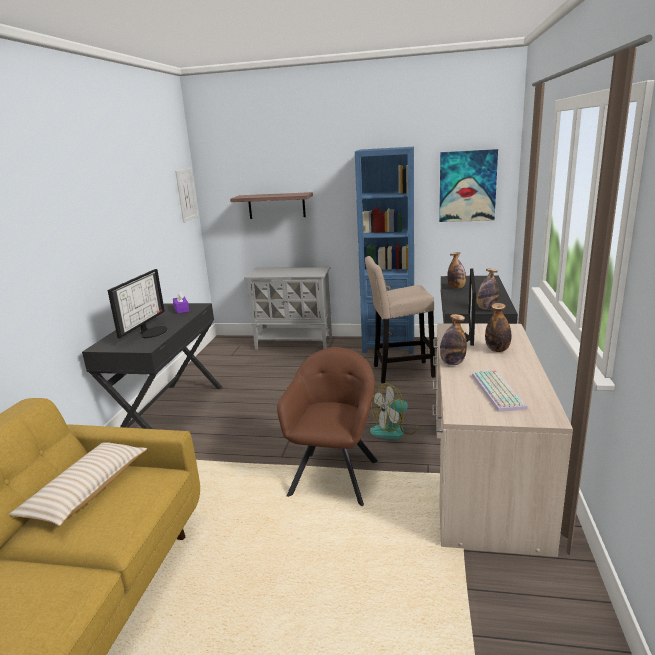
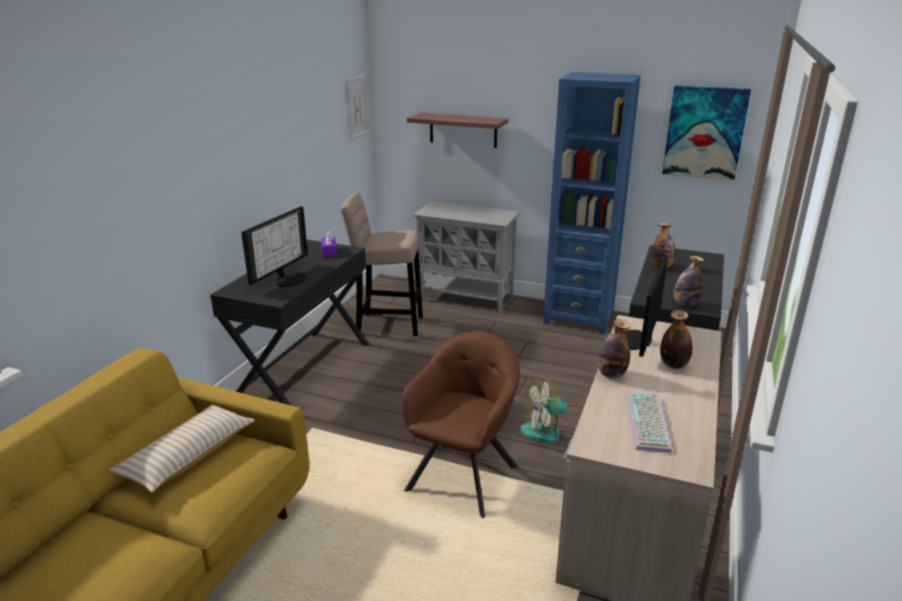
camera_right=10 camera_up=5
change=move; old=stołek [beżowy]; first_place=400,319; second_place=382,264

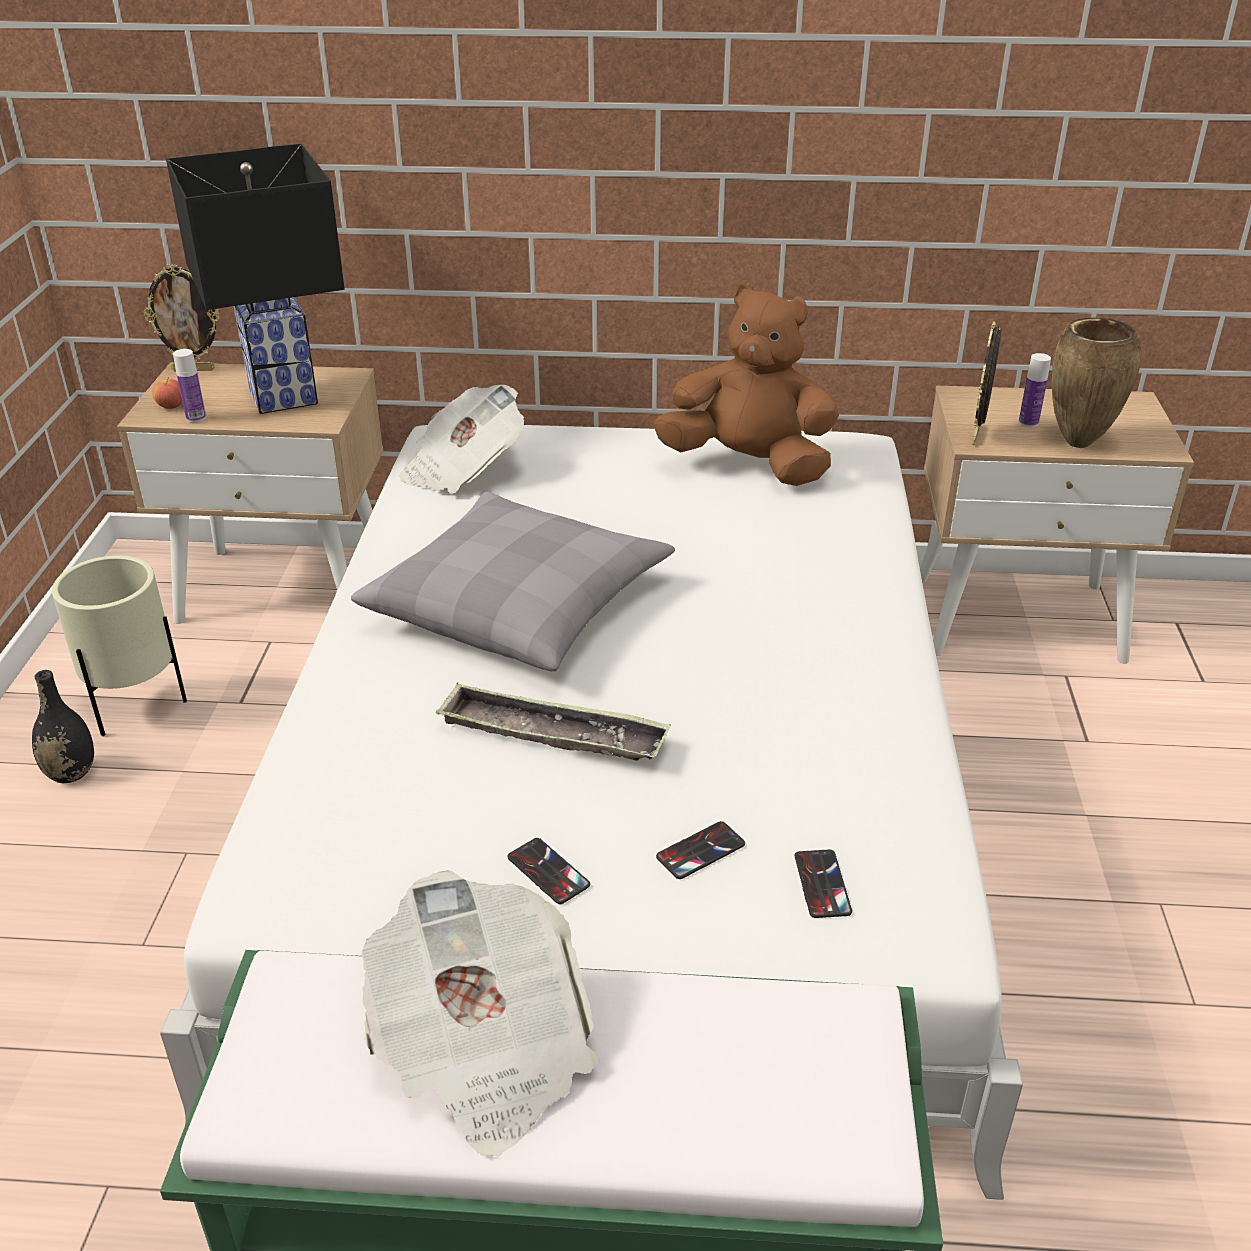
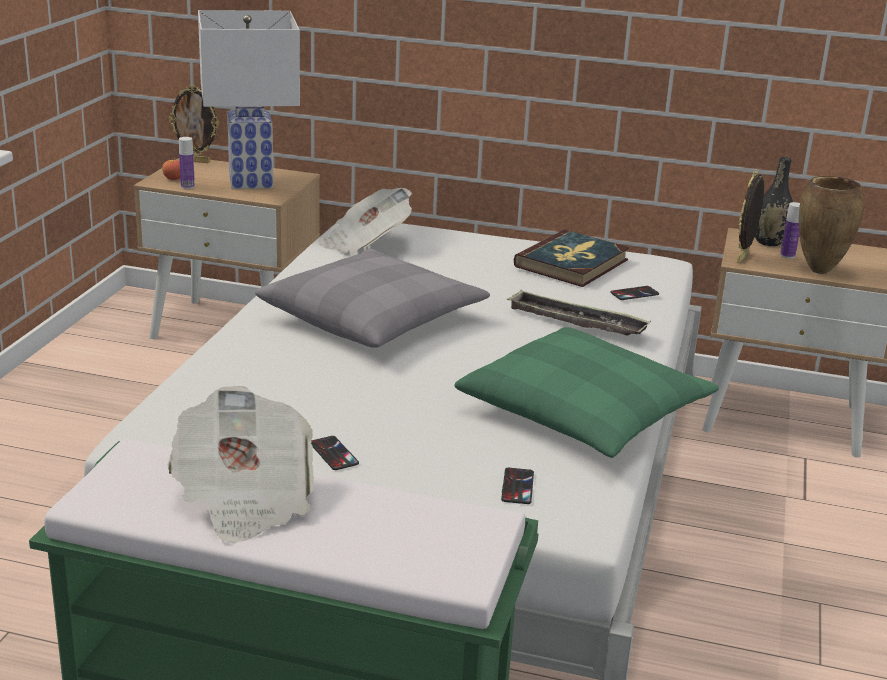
camera_right=10 camera_up=-10
change=move; old=wazon [czarny]; first_place=63,726; second_place=774,201
change=delete; old=donica [beżowy]; first_place=119,645
change=recolor; old=lampa stołowa [czarny]; new=lampa stołowa [biały]; first_place=255,279; second_place=249,99
change=move; old=taca; first_place=553,722; second_place=579,312
change=replace; old=pluszak [brązowy]; new=książka; first_place=746,384; second_place=571,258
change=move; old=telefon; first_place=700,850; second_place=634,293
change=insert; new=poduszka [zielony]; second_place=586,392

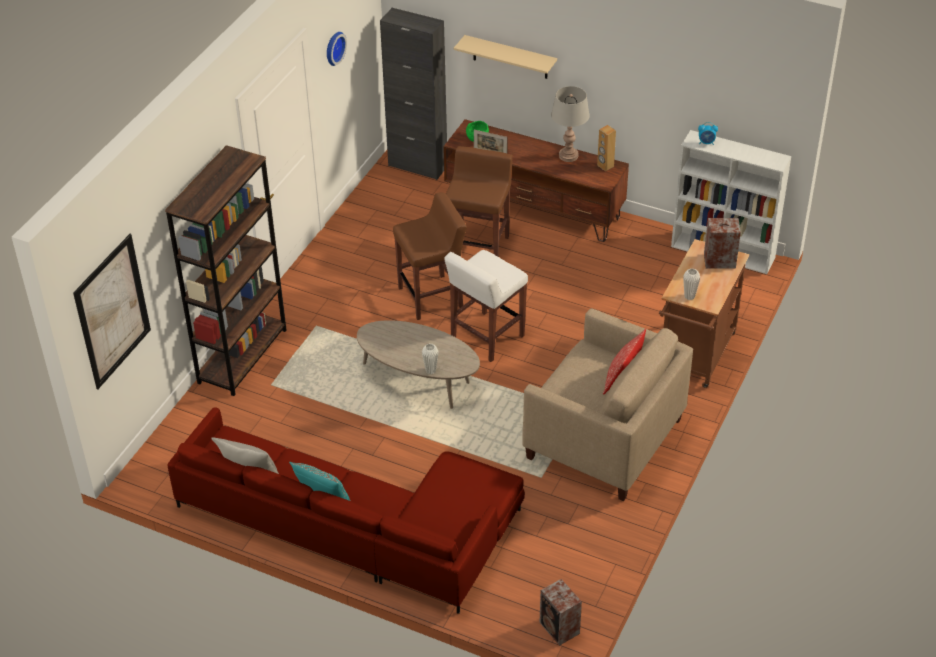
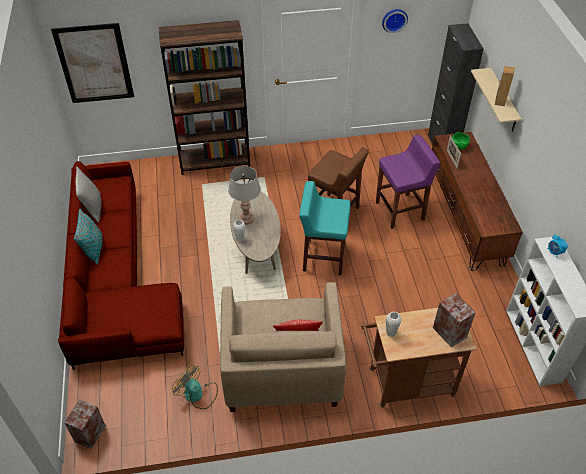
camera_right=55 camera_up=5
change=recolor; old=stołek [biały]; new=stołek [turkusowy]; first_place=486,306; second_place=325,228
change=recolor; old=stołek [brązowy]; new=stołek [fioletowy]; first_place=479,201; second_place=408,182
change=move; old=lampa stołowa [szary]; first_place=570,124; second_place=244,195
change=move; old=głośnik [brązowy]; first_place=606,148; second_place=505,86
change=insert; new=wentylator; second_place=195,387

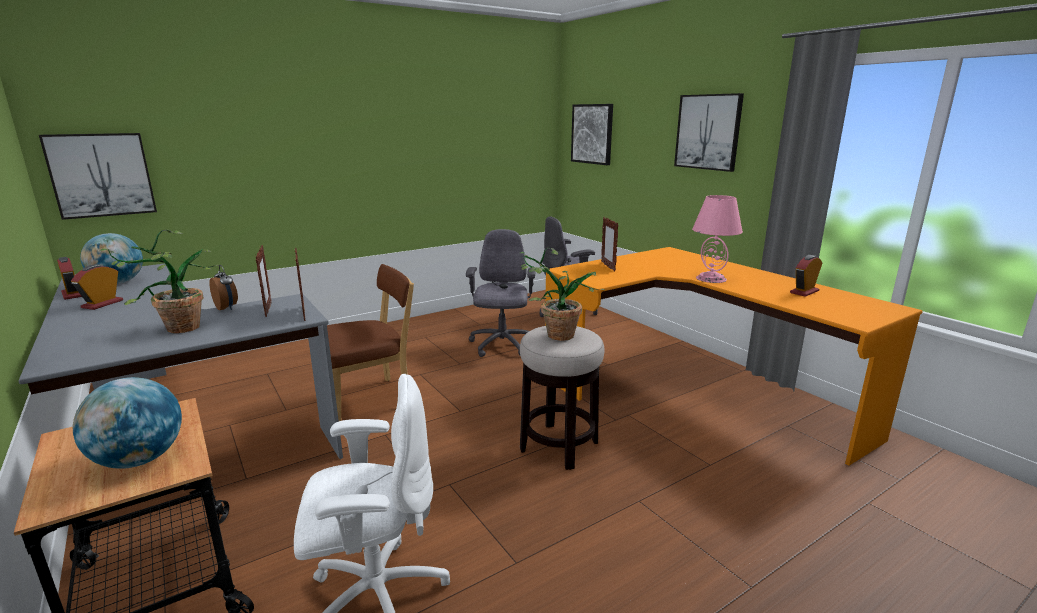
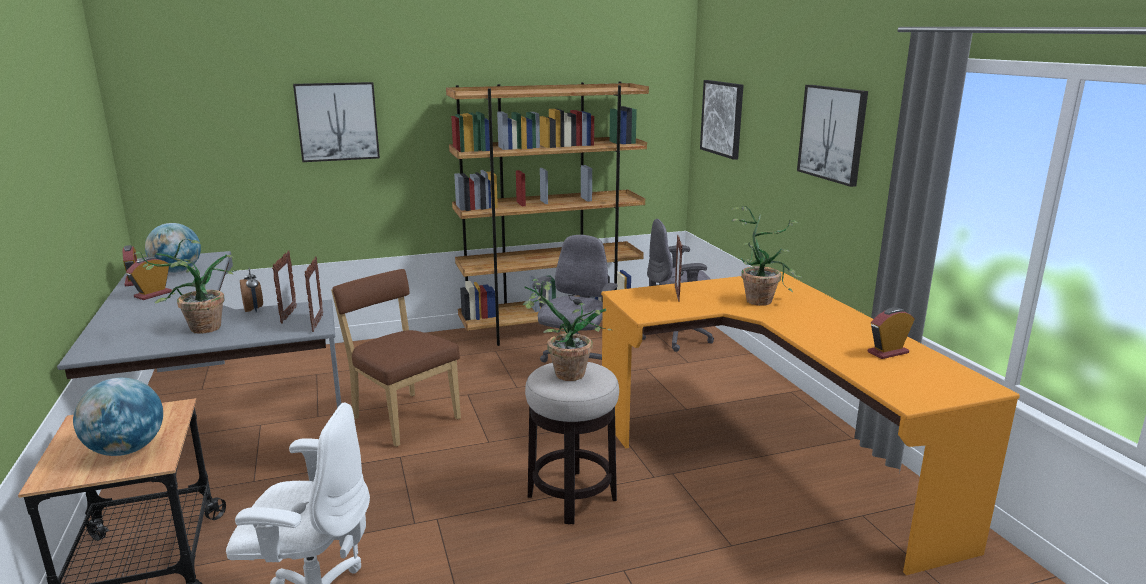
camera_right=15 camera_up=0
change=move; old=obraz; first_place=98,176; second_place=336,122
change=rotate; old=krzesło [brązowy]; first_place=370,342; second_place=396,358; degrees=-120
change=delete; old=lampa stołowa [różowy]; first_place=717,239
change=insert; new=regał [brązowy]; second_place=547,214
change=insert; new=roślina doniczkowa; second_place=766,256

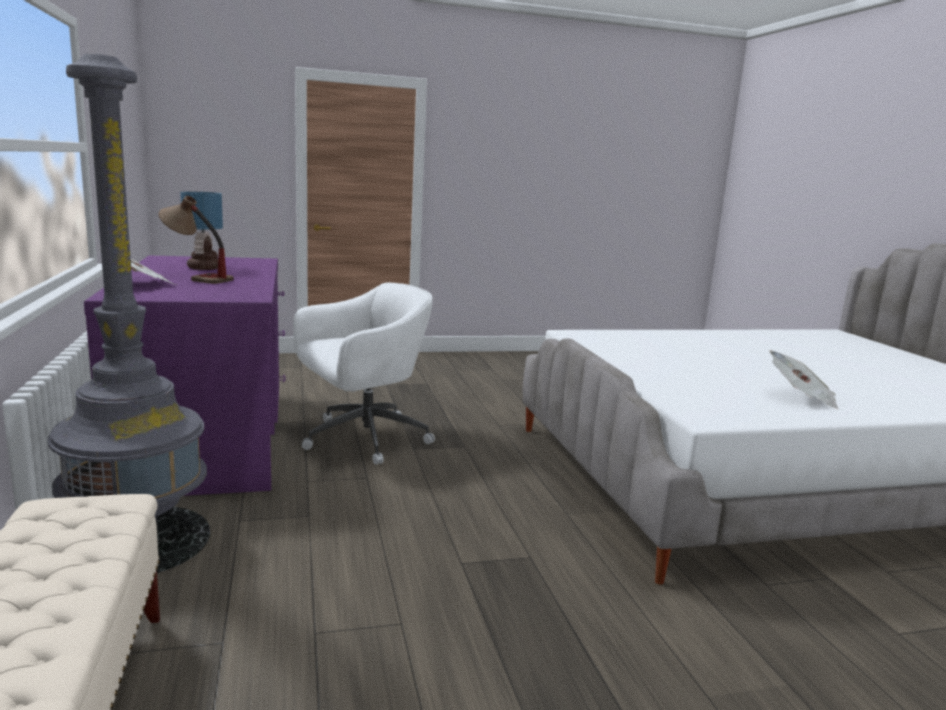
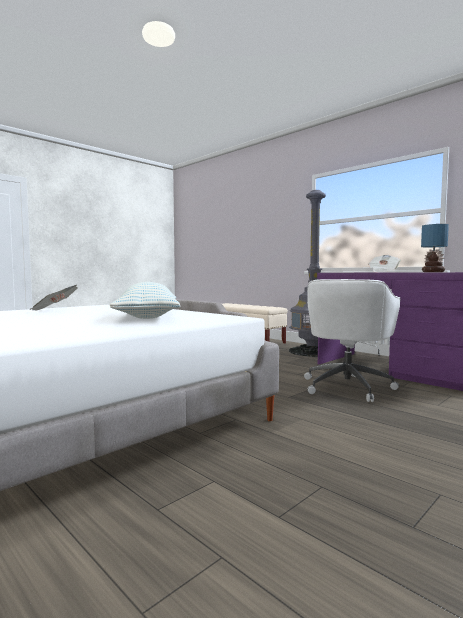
camera_right=150 camera_up=-10
change=delete; old=lampa stołowa; first_place=196,240
change=insert; new=poduszka; second_place=144,300

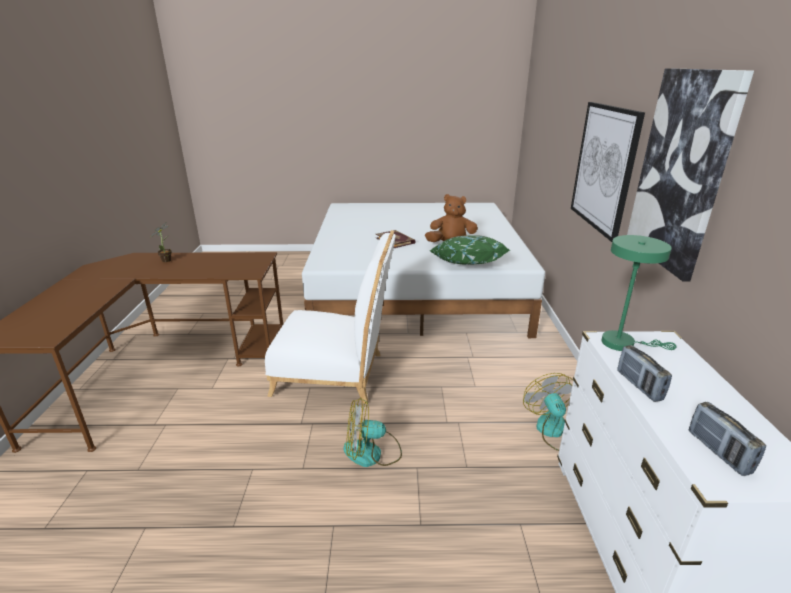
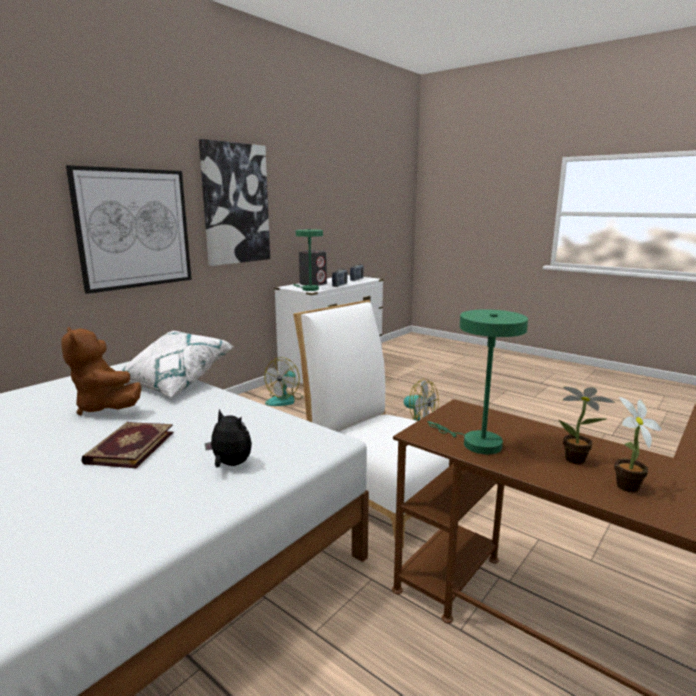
camera_right=-140 camera_up=-10
change=recolor; old=poduszka [zielony]; new=poduszka [biały]; first_place=470,250; second_place=177,364
change=insert; new=pluszak; second_place=228,438
change=insert; new=głośnik [szary]; second_place=313,268
change=insert; new=lampa stołowa [zielony]; second_place=478,381
change=insert; new=roślina doniczkowa; second_place=587,425

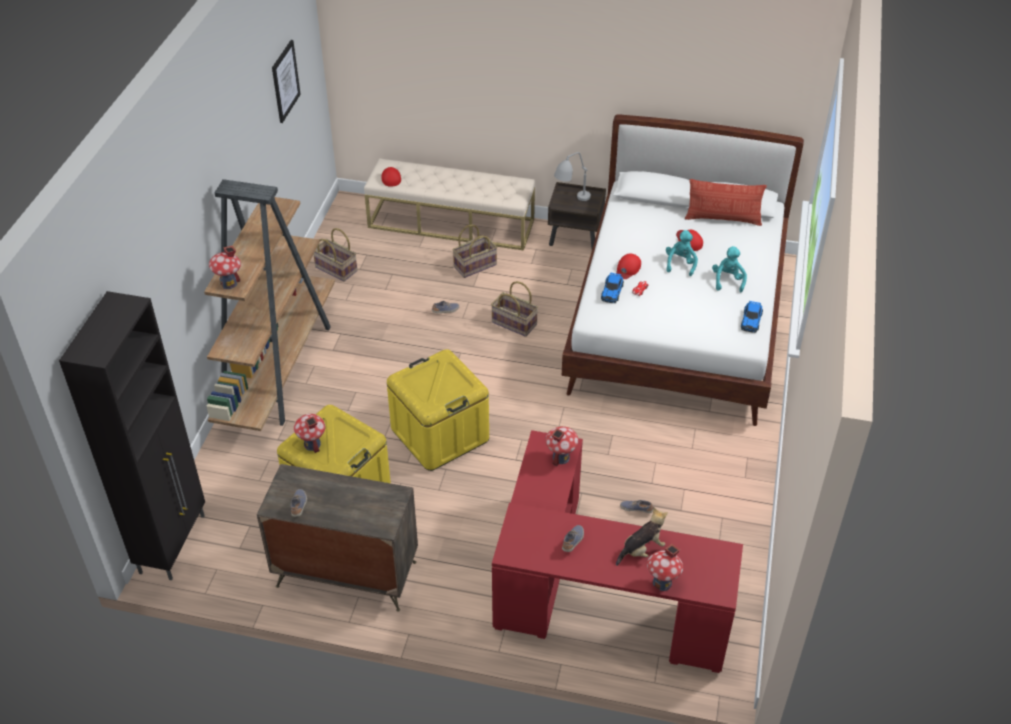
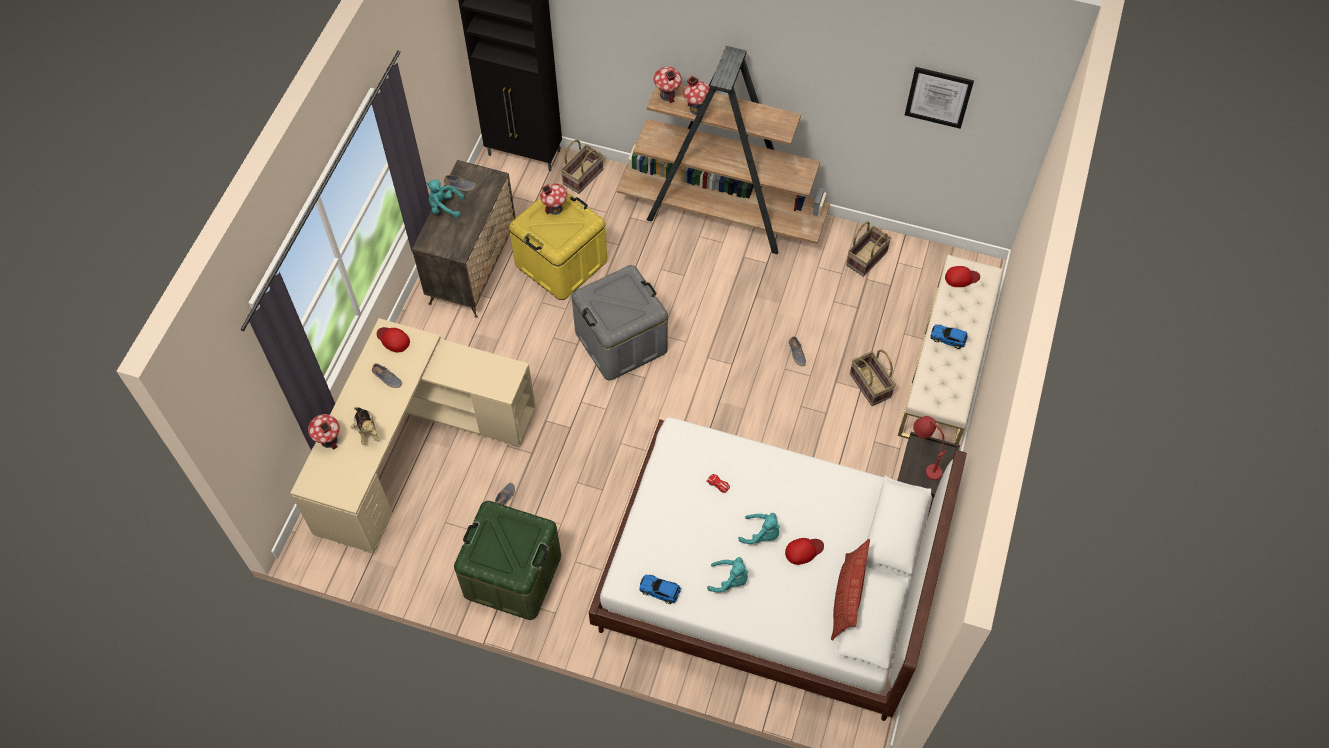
camera_right=95 camera_up=15
change=recolor; old=pojemnik do przechowywania [żółty]; new=pojemnik do przechowywania [szary]; first_place=438,410; second_place=620,322
change=move; old=koszyk; first_place=514,309; second_place=582,167
change=recolor; old=biurko [czerwony]; new=biurko [beżowy]; first_place=617,551; second_place=413,436
change=move; old=domek; first_place=562,446; second_place=697,95
change=recolor; old=lampa stołowa [szary]; new=lampa stołowa [czerwony]; first_place=572,176; second_place=929,448
change=move; old=samochodzik; first_place=612,287; second_place=949,336
change=move; old=czapka z daszkiem [czerwony]; first_place=628,266; second_place=393,340
change=insert; new=pluszak [turkusowy]; second_place=445,198
change=insert; new=pojemnik do przechowywania [zielony]; second_place=507,560

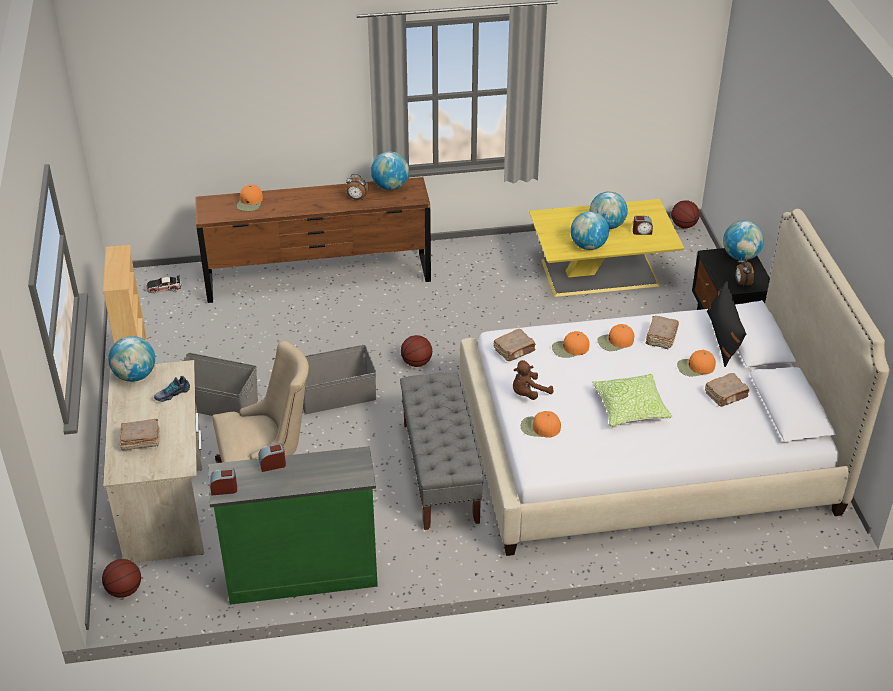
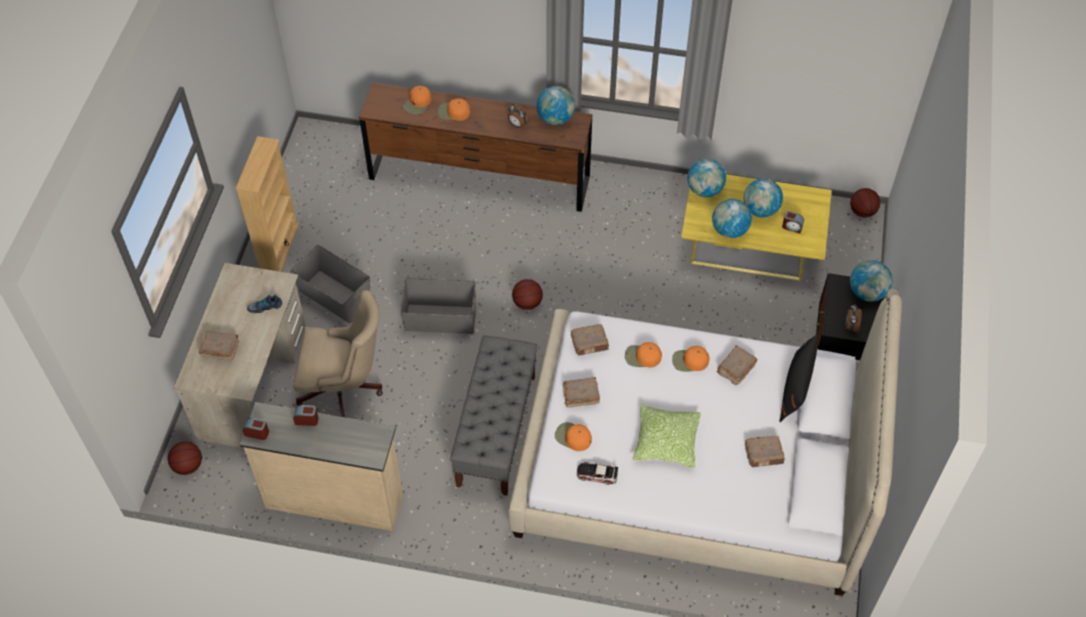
camera_right=20 camera_up=15
change=move; old=globus; first_place=131,359; second_place=706,178
change=move; old=samochodzik; first_place=163,284; second_place=598,473
change=recolor; old=komoda [zielony]; new=komoda [beżowy]; first_place=293,525; second_place=321,466
change=replace; old=pluszak [brązowy]; new=książka [brązowy]; first_place=533,380; second_place=581,392
change=move; old=czapka z daszkiem [pomarańczowy]; first_place=696,363; second_place=454,110

